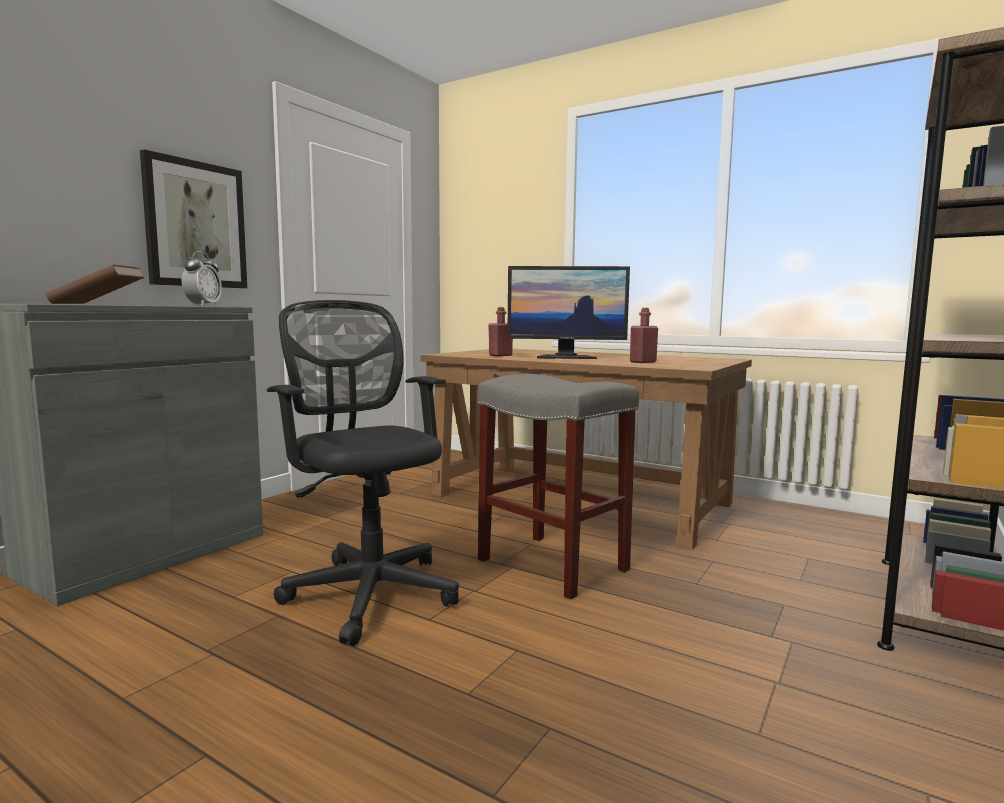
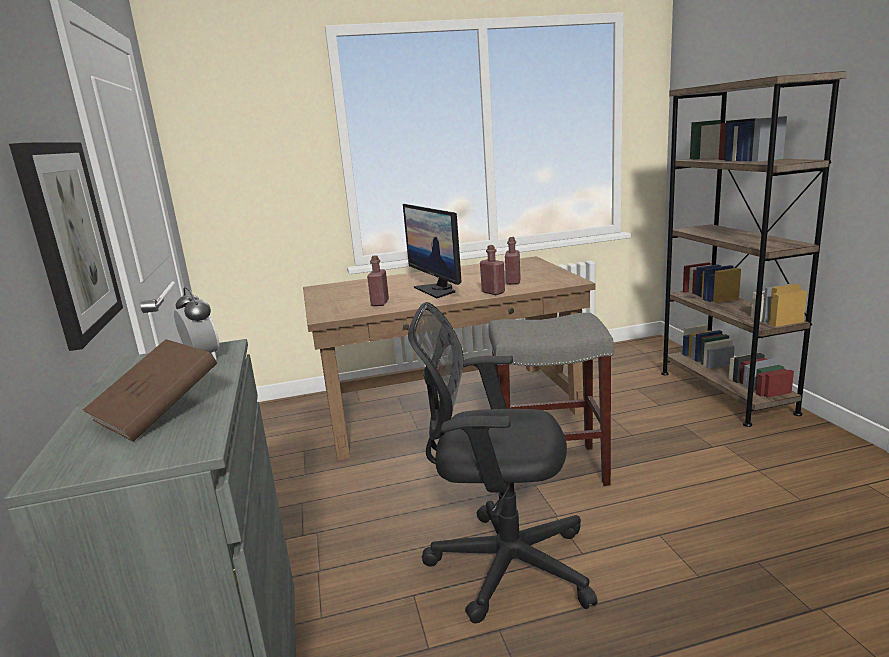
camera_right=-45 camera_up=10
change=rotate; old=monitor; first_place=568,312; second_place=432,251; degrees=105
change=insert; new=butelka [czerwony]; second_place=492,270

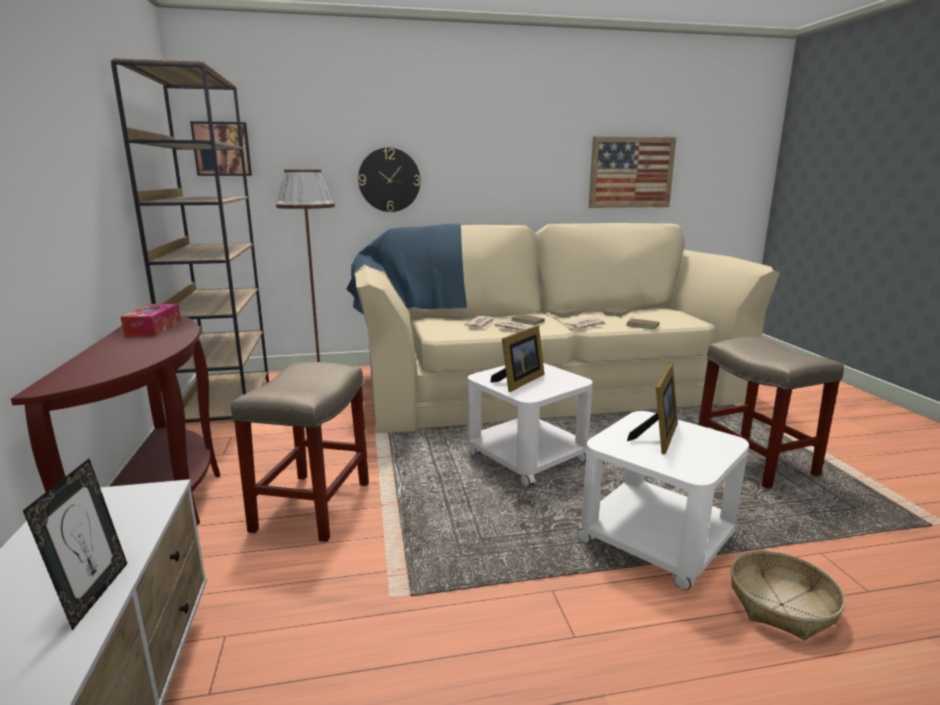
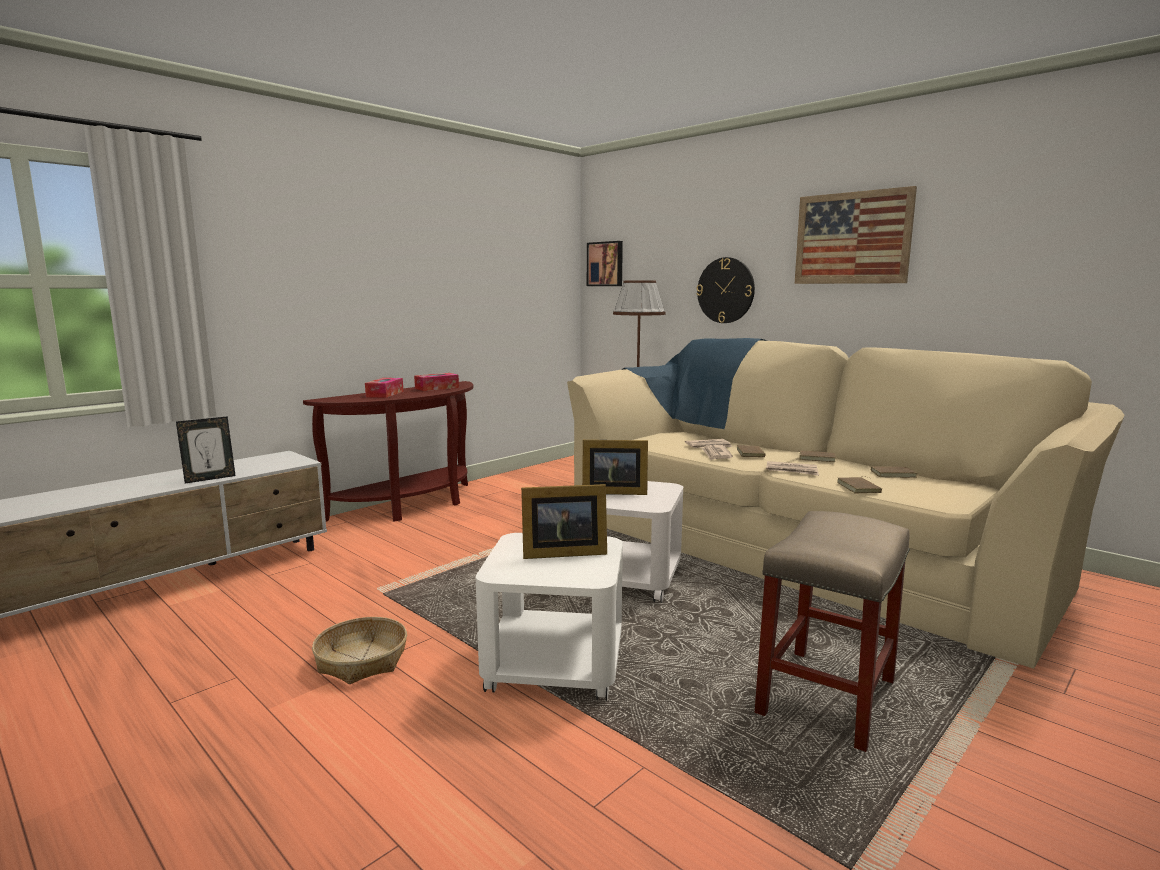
camera_right=55 camera_up=-5
change=delete; old=regał [brązowy]; first_place=190,240
change=delete; old=stołek [beżowy]; first_place=300,452
change=move; old=obraz; first_place=632,172; second_place=856,235
change=move; old=koszyk; first_place=788,595; second_place=359,650
change=insert; new=pudełko chusteczek; second_place=384,388

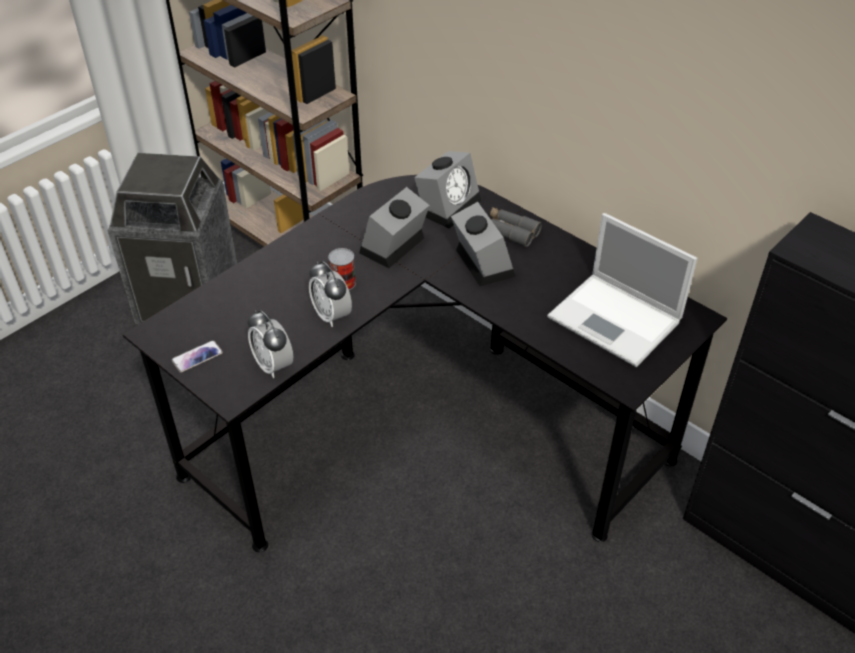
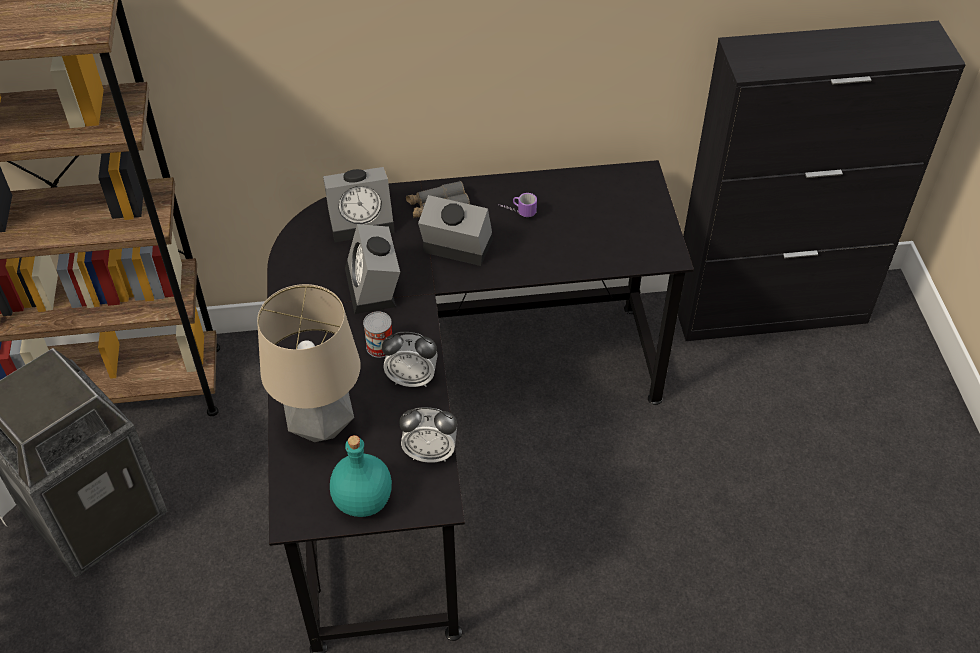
camera_right=-50 camera_up=5
change=replace; old=telefon; new=butelka [turkusowy]; first_place=197,356; second_place=361,476
change=rotate; old=budzik; first_place=447,190; second_place=359,204; degrees=90
change=delete; old=laptop; first_place=622,290
change=insert; new=lampa stołowa; second_place=309,363
change=insert; new=kubek; second_place=517,205

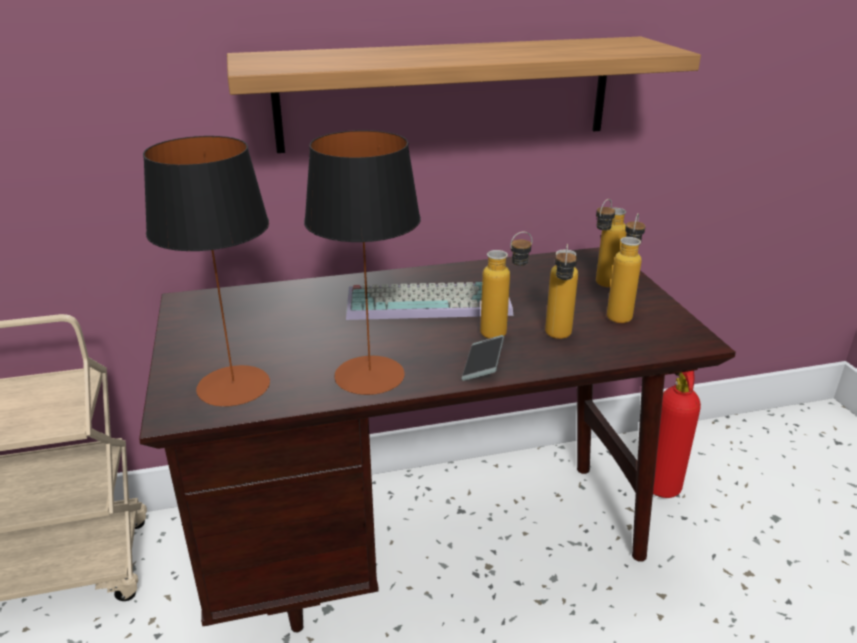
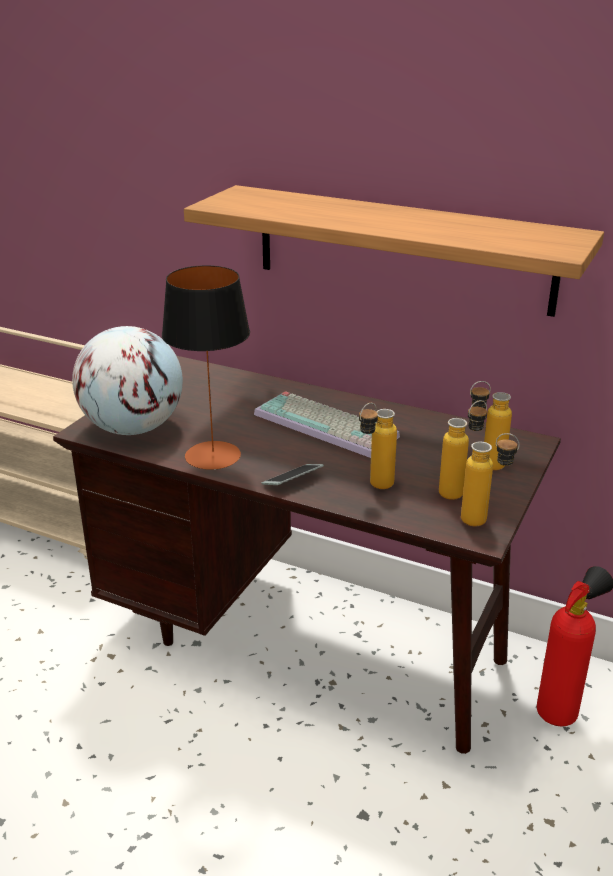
camera_right=40 camera_up=0
change=replace; old=lampa stołowa; new=globus; first_place=206,271; second_place=127,380
change=move; old=butelka; first_place=506,285; second_place=490,479

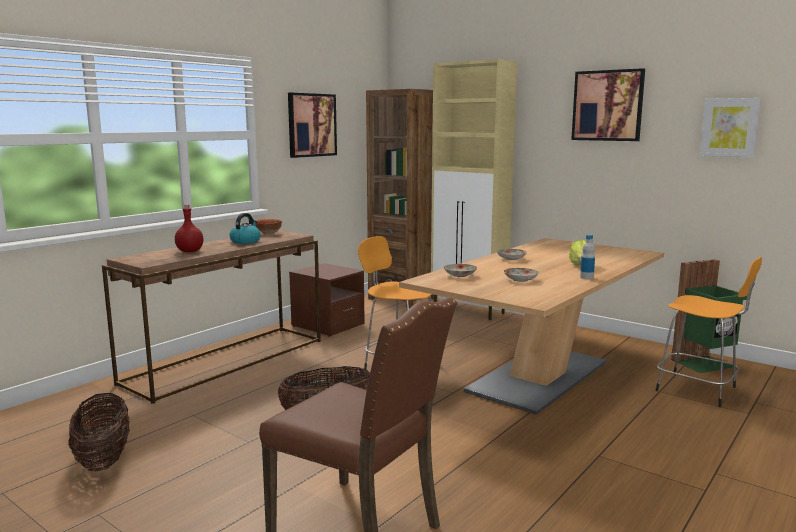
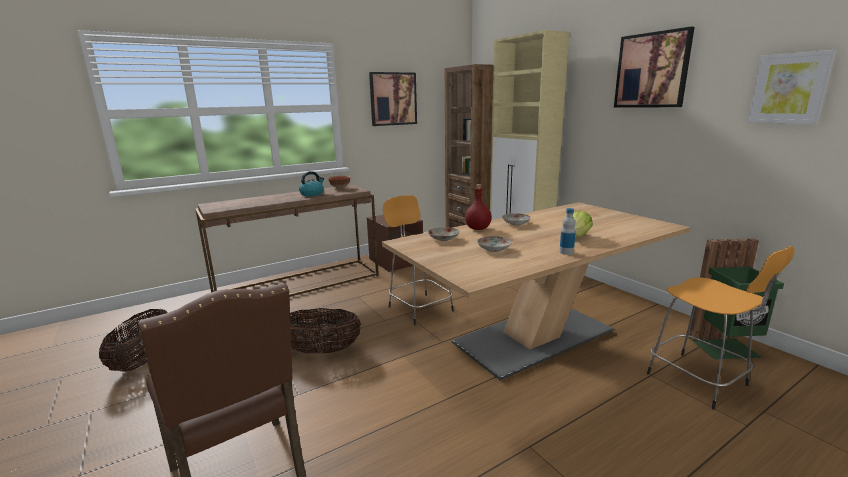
camera_right=20 camera_up=5
change=move; old=butelka [czerwony]; first_place=189,228; second_place=478,207

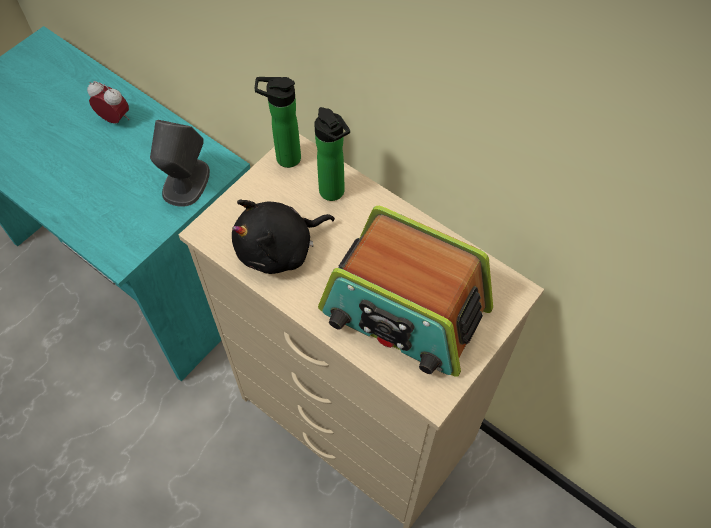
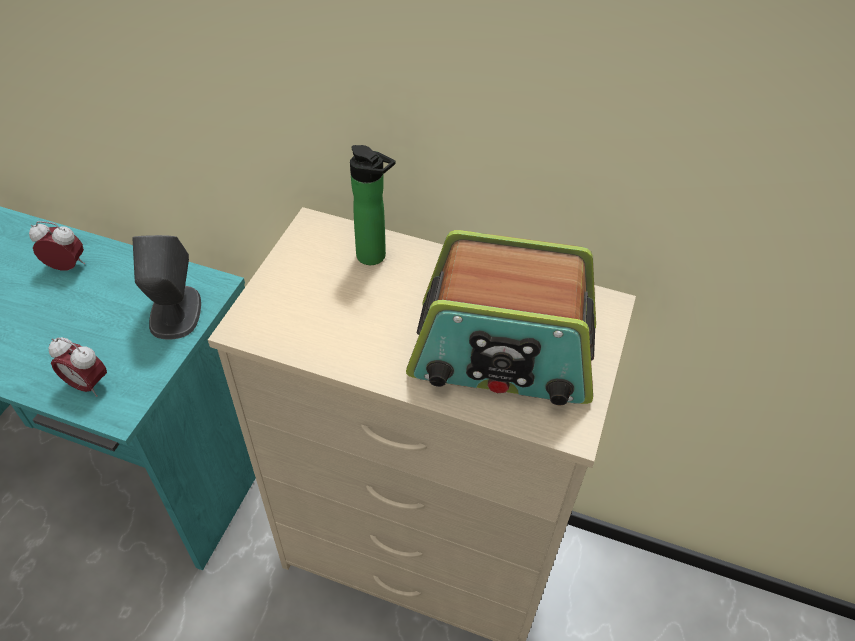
camera_right=-20 camera_up=-10
change=delete; old=pluszak [czarny]; first_place=283,236
change=delete; old=butelka; first_place=278,122
change=insert; new=budzik; second_place=77,367

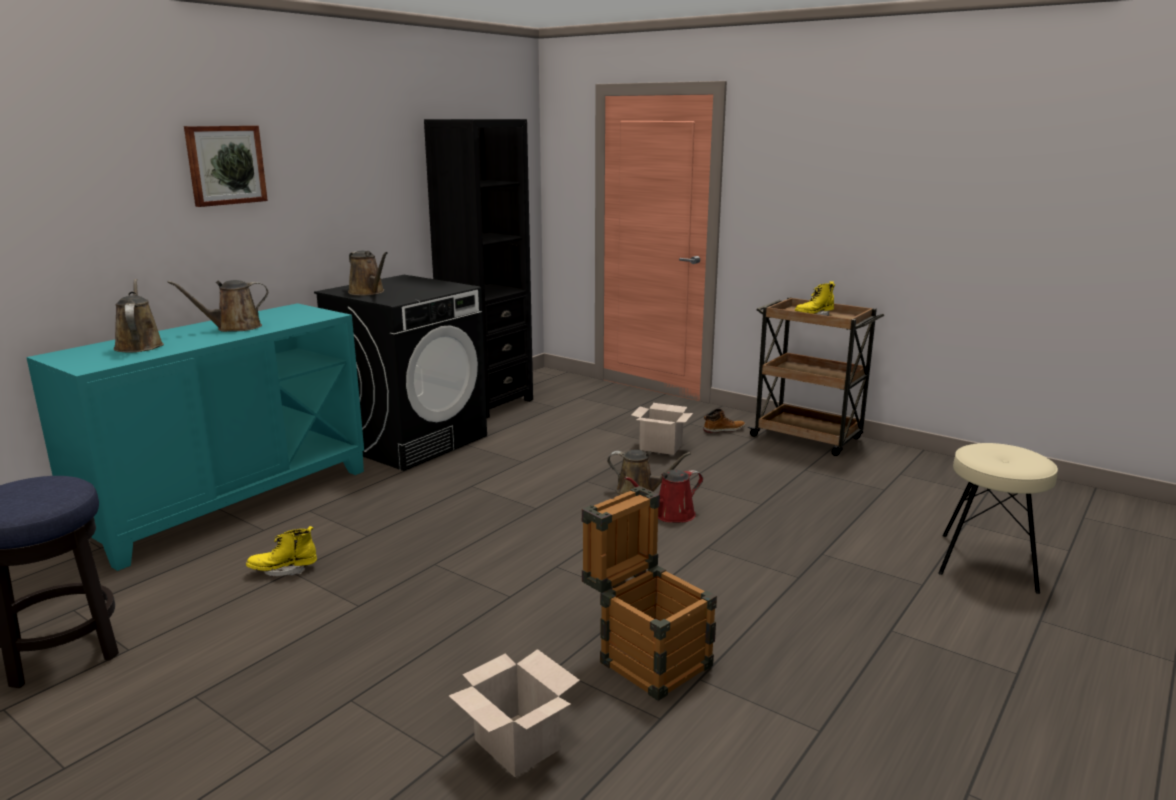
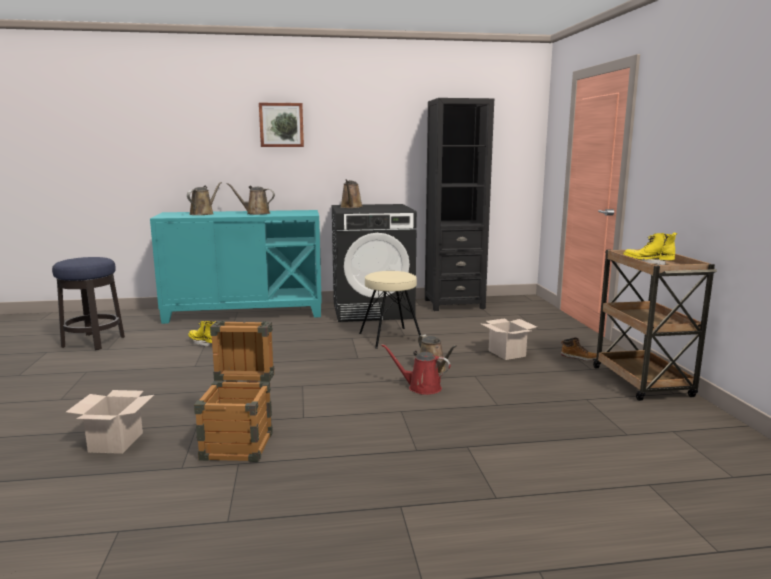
camera_right=45 camera_up=-5
change=move; old=stołek [beżowy]; first_place=998,518; second_place=390,310

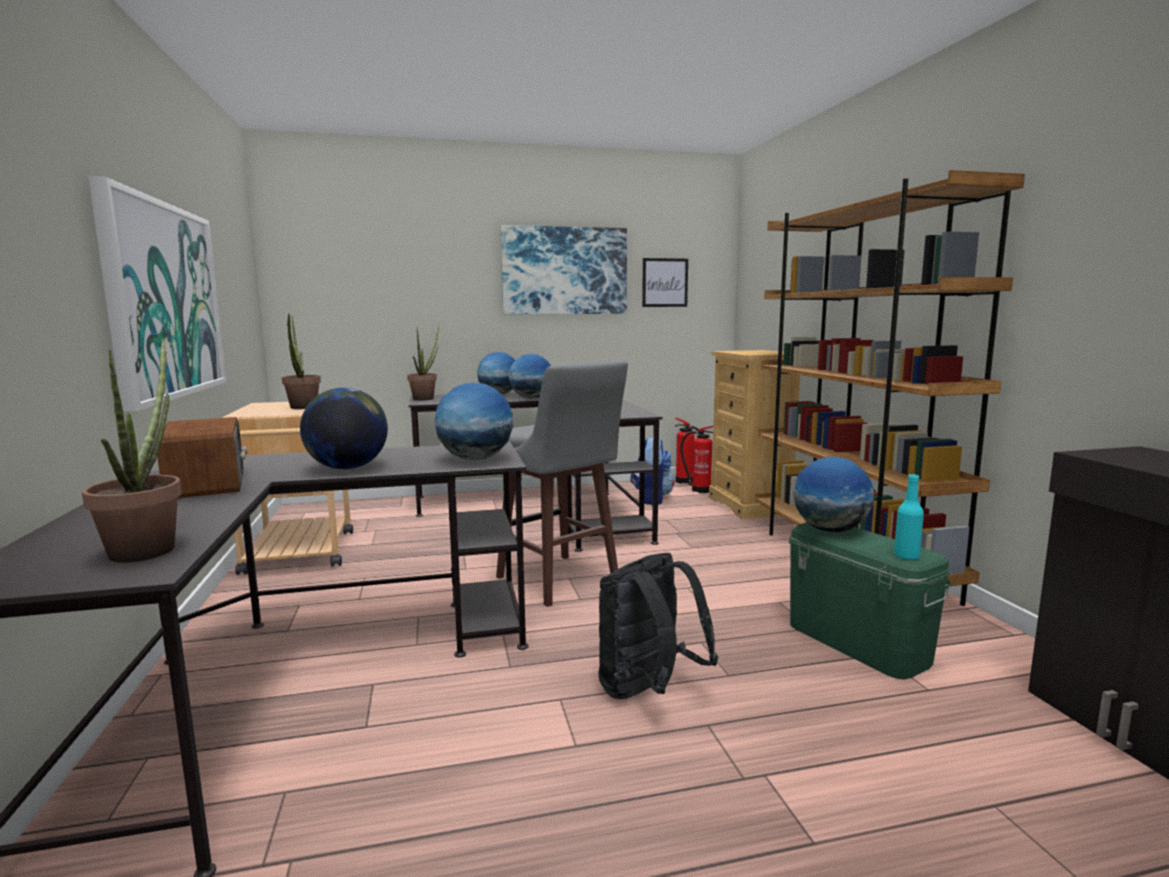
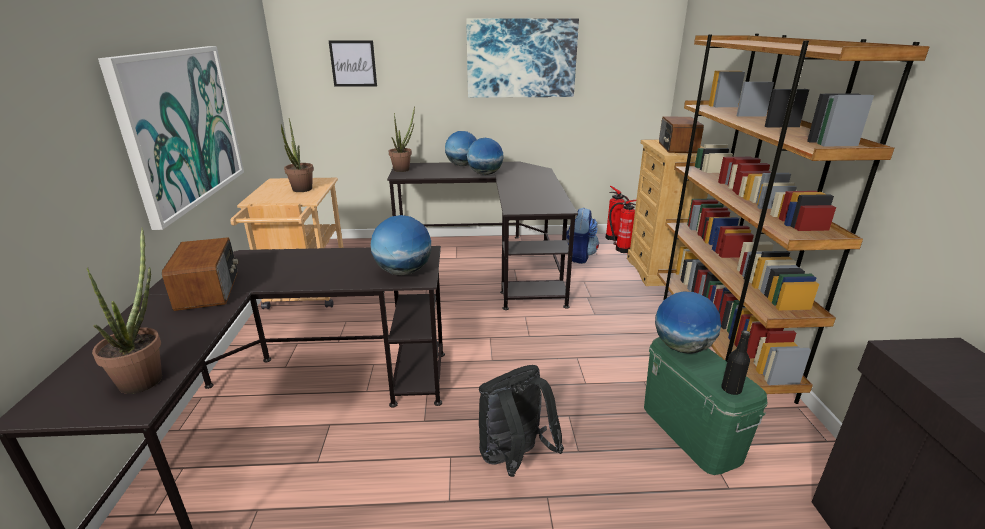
camera_right=10 camera_up=15
change=delete; old=globus; first_place=344,428
change=delete; old=stołek [szary]; first_place=562,483
change=move; old=obraz; first_place=665,282; second_place=353,63
change=recolor; old=butelka [turkusowy]; new=butelka [czarny]; first_place=909,517; second_place=735,362
change=insert; new=radio; second_place=681,134

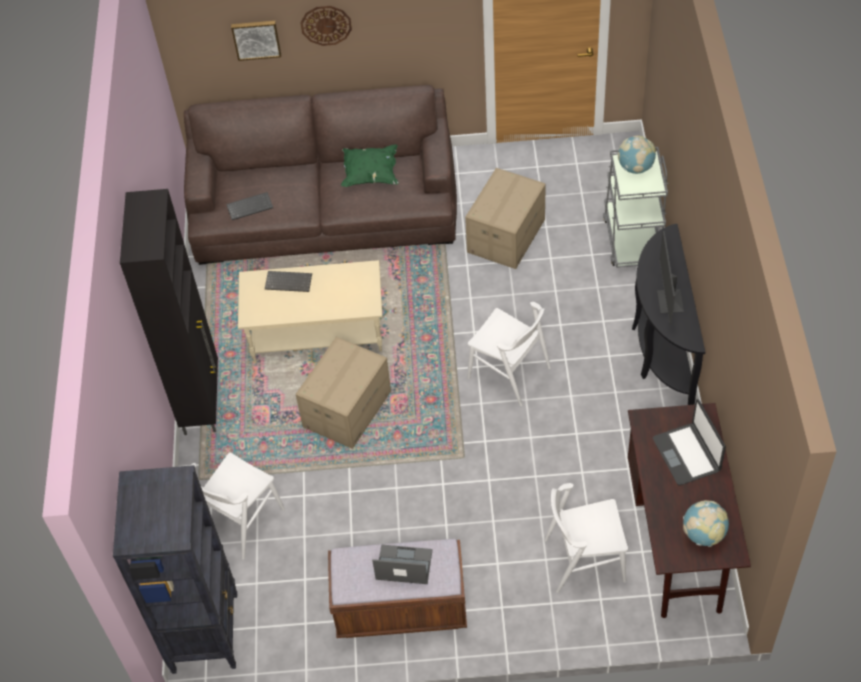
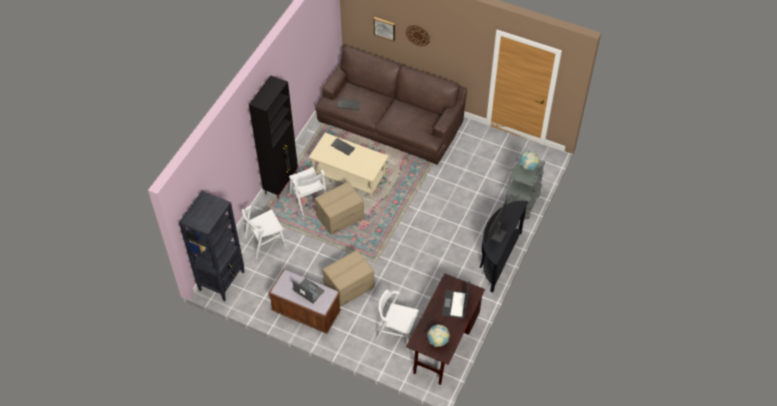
camera_right=25 camera_up=0
change=delete; old=poduszka [zielony]; first_place=370,165
change=move; old=karton; first_place=505,218; second_place=349,278
change=move; old=krzesło [biały]; first_place=509,354; second_place=308,191

